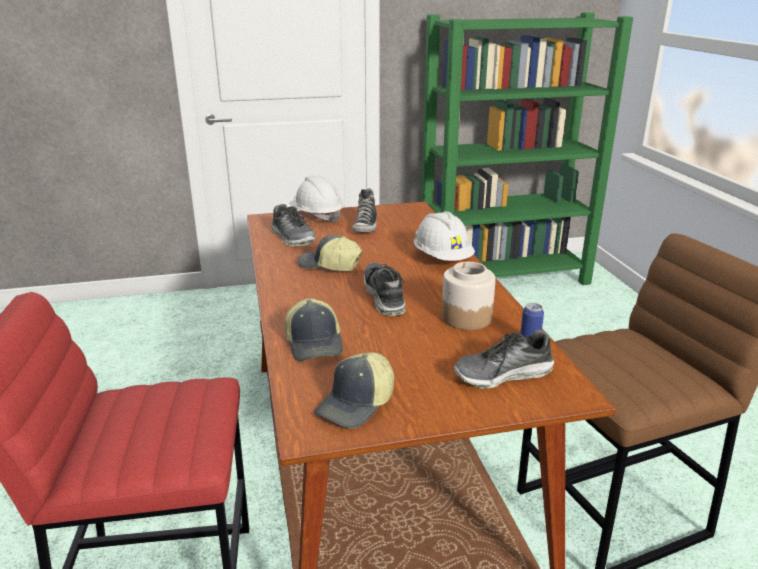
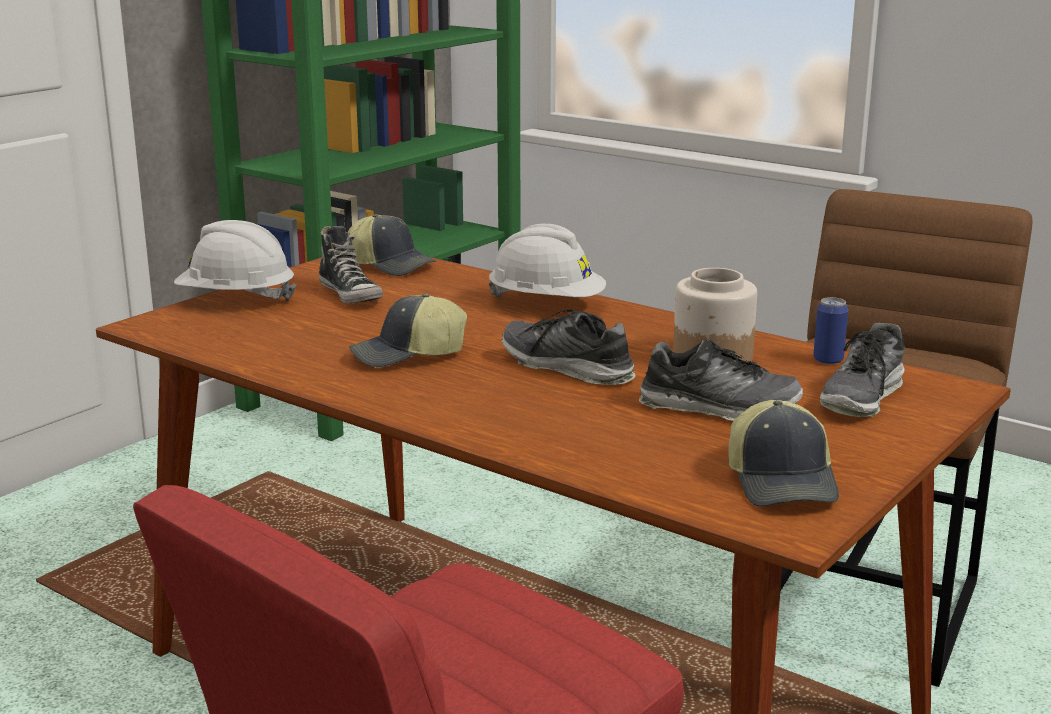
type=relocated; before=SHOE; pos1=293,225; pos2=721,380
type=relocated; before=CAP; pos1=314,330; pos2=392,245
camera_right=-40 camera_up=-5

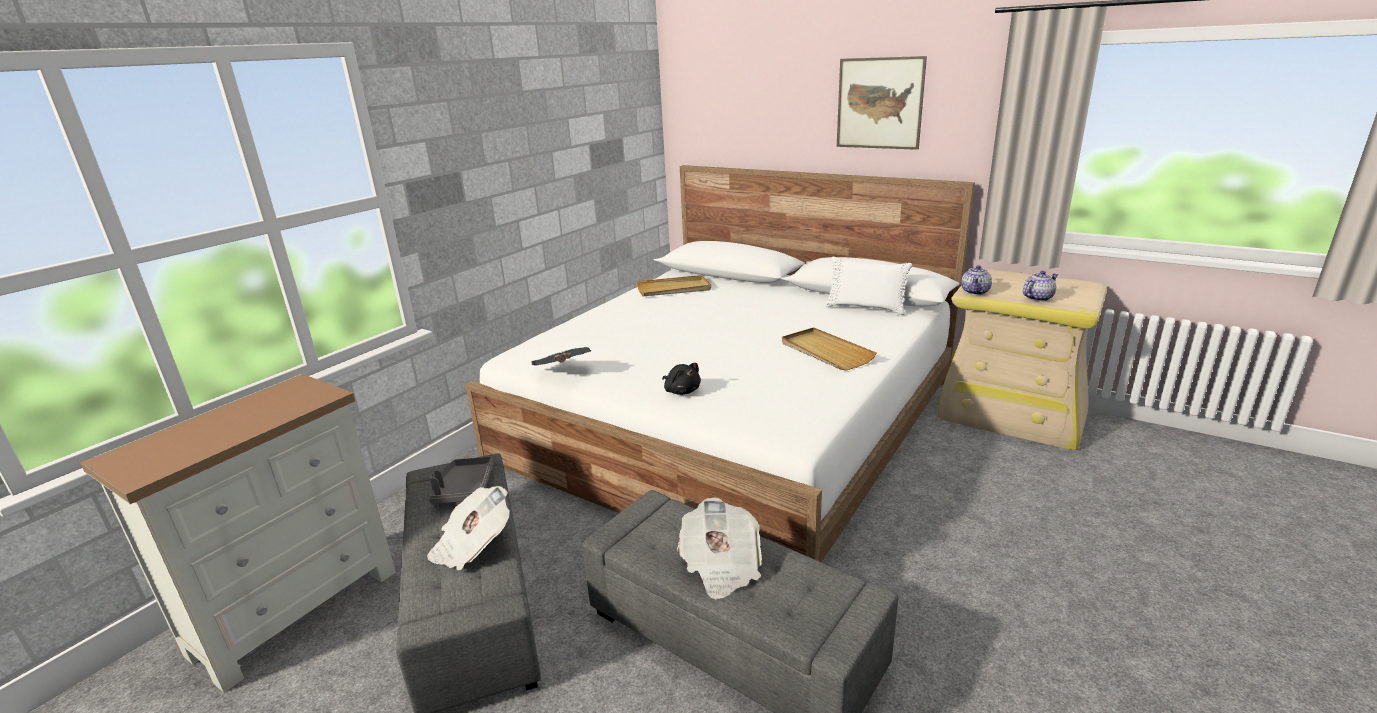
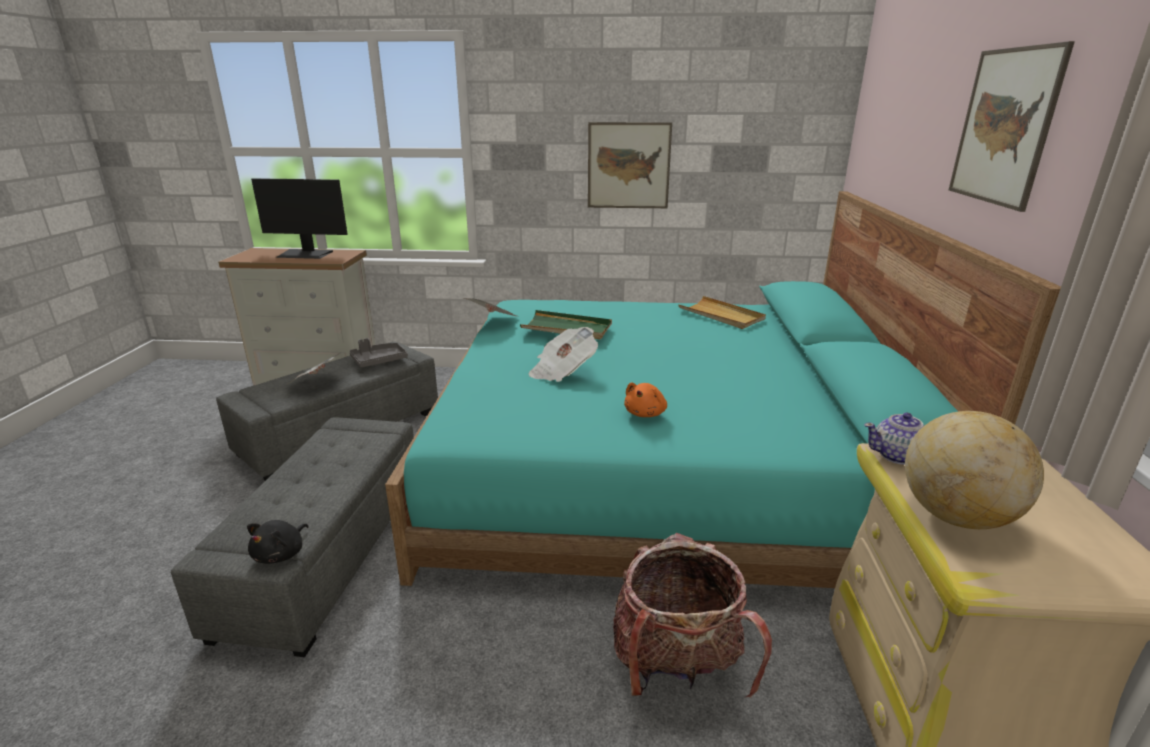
type=colour; before=WHITE BED; after=TURQUOISE BED; pos1=720,363; pos2=723,389
type=relocated; before=BLACK PLUSH TOY; pos1=681,379; pos2=277,542
type=relocated; before=NEWSPAPER; pos1=719,549; pos2=563,354
type=exchanged; before=BEIGE TRAY; after=ORANGE PLUSH TOY; pos1=829,348; pos2=645,399
type=missing; before=WHITE PILLOW; pos1=868,286
type=exchanged; before=TEAPOT; after=GLOBE; pos1=1040,286; pos2=974,470
type=appeared; after=MONITOR; pos2=299,218
type=appeared; after=GREEN TRAY; pos2=566,324
type=appeared; after=PICTURE; pos2=630,165
type=appeared; after=BACKPACK; pos2=692,615
camera_right=60 camera_up=0

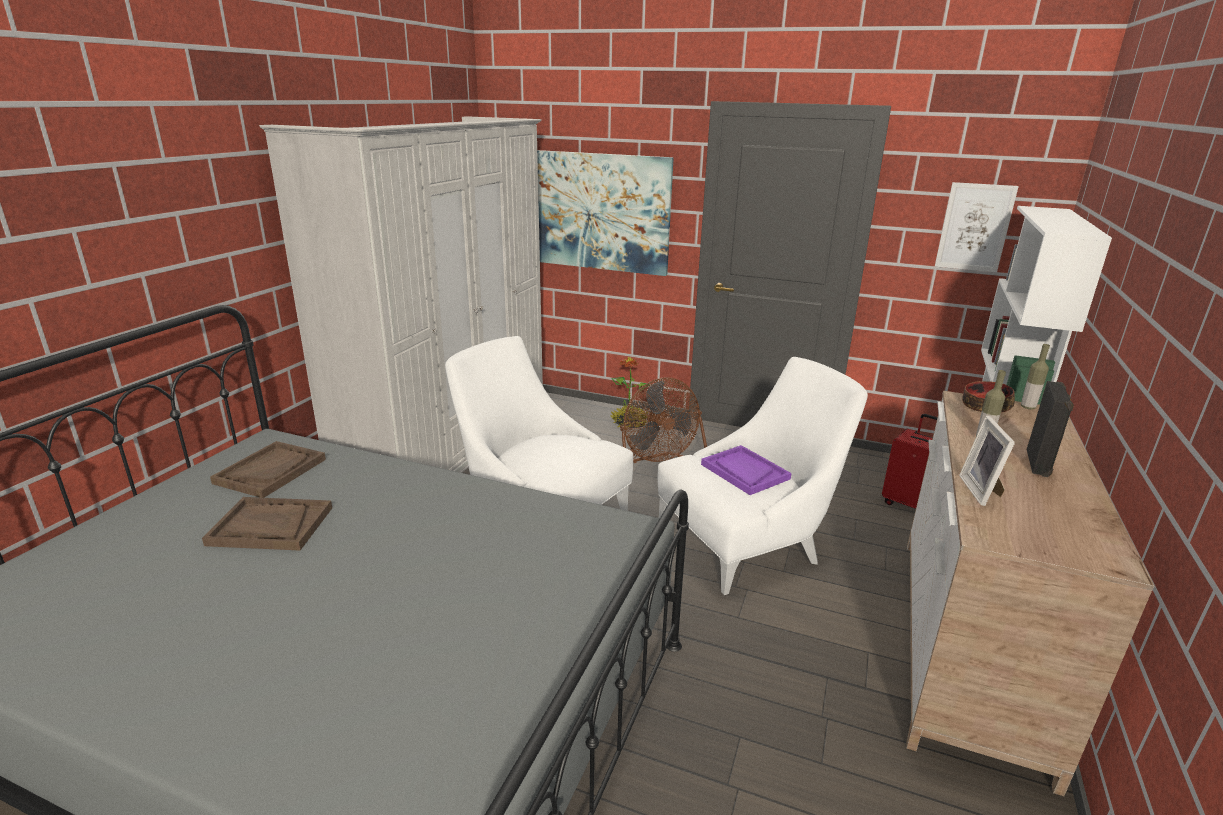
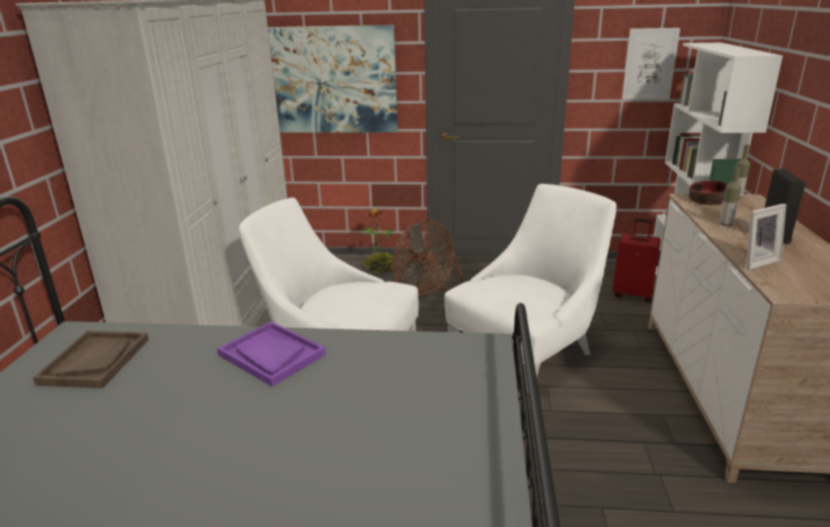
type=missing; before=BROWN TRAY; pos1=267,524
type=relocated; before=PURPLE TRAY; pos1=746,470; pos2=271,354
type=spun; before=PICTURE FRAME; pos1=987,461; pos2=766,237; turn=-105
camera_right=-15 camera_up=0

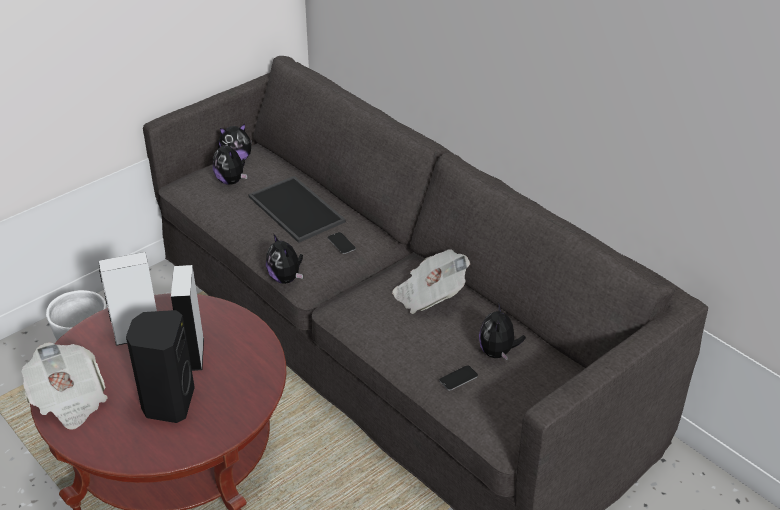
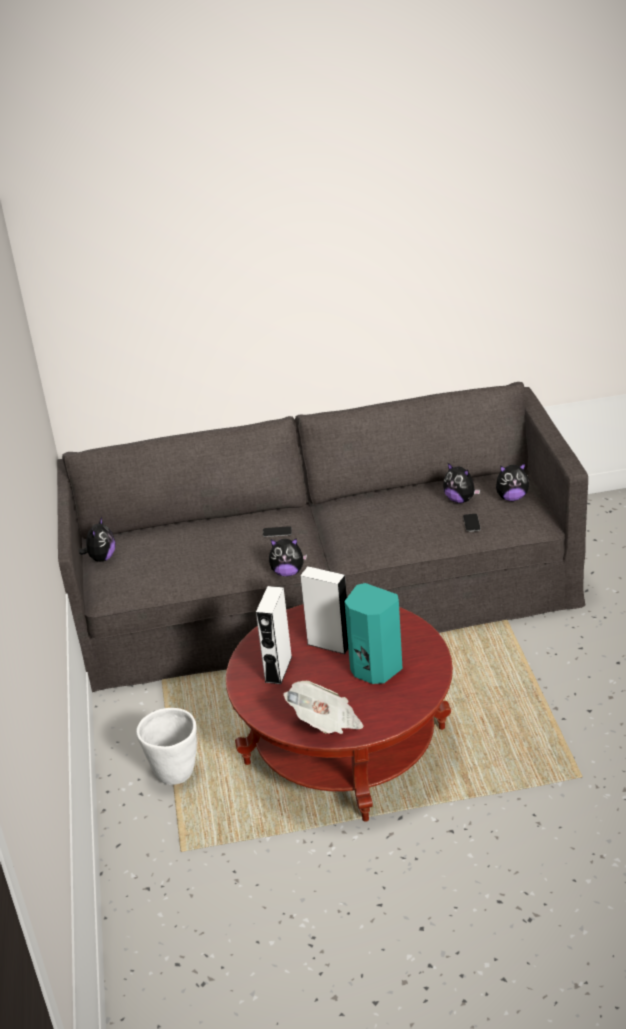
type=colour; before=BLACK SPEAKER; after=TURQUOISE SPEAKER; pos1=160,366; pos2=373,633
type=relocated; before=PLUSH TOY; pos1=230,162; pos2=512,482
type=missing; before=TRAY; pos1=297,209
type=missing; before=NEWSPAPER; pos1=431,281
camera_right=-55 camera_up=-5

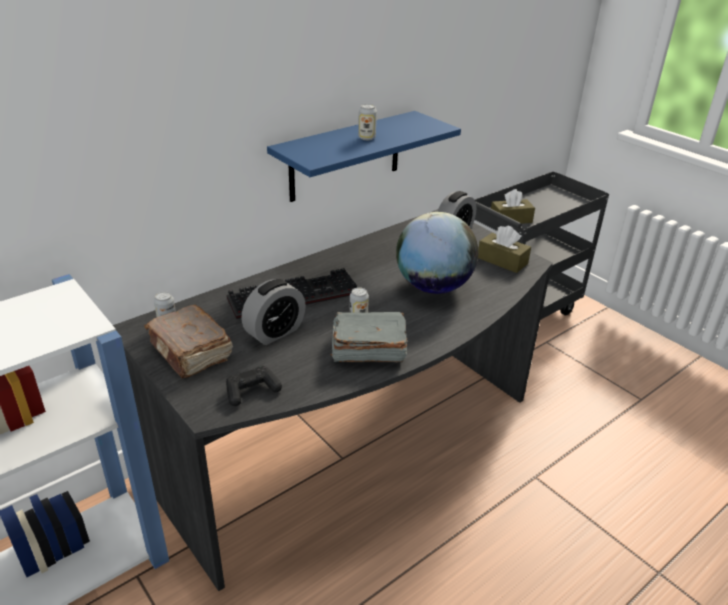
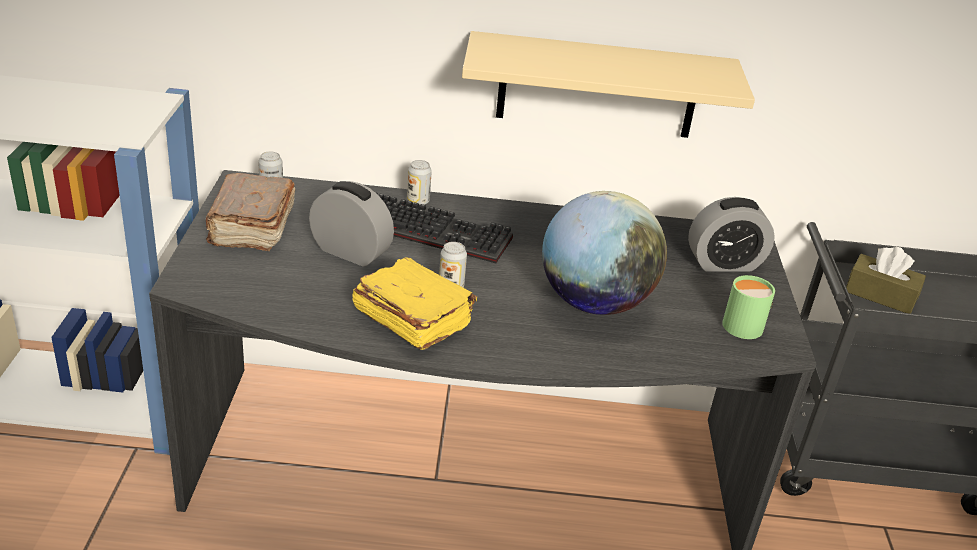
type=missing; before=BLACK GAME CONTROLLER; pos1=254,386
type=spun; before=ALARM CLOCK; pos1=273,312; pos2=351,224; turn=-150
type=colour; before=BLUE SHELF; after=BEIGE SHELF; pos1=364,156; pos2=608,84
type=colour; before=GREY BOOK; after=YELLOW BOOK; pos1=369,337; pos2=414,303
type=relocated; before=CAN; pos1=367,122; pos2=419,182
type=exchanged; before=BROWN TISSUE BOX; after=GREEN MUG; pos1=504,249; pos2=748,307
camera_right=40 camera_up=0

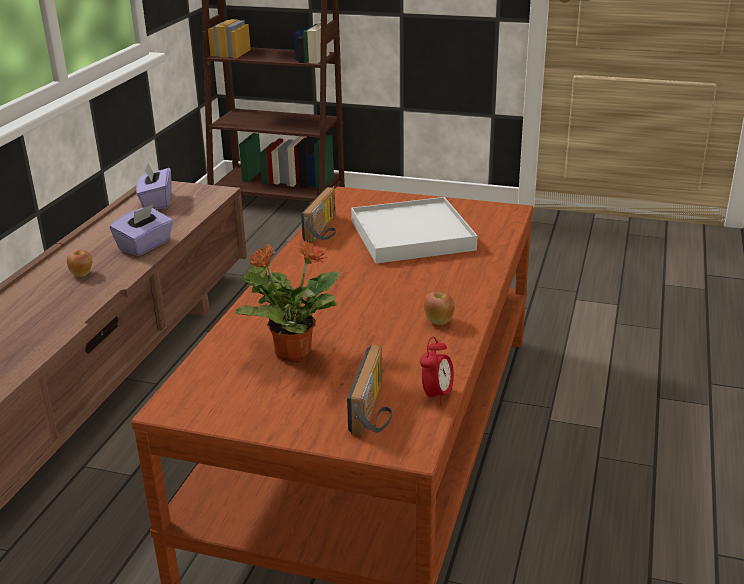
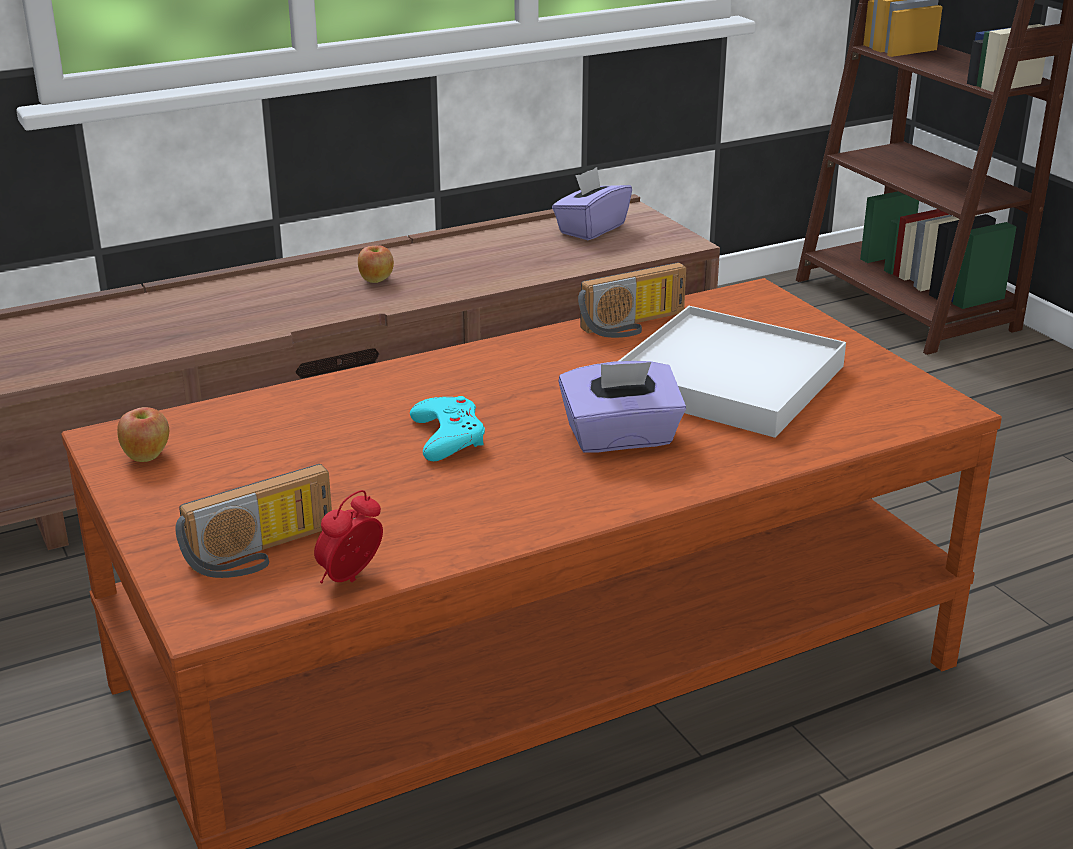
type=relocated; before=PURPLE TISSUE BOX; pos1=141,230; pos2=622,407
type=missing; before=POTTED PLANT; pos1=288,301
type=spun; before=ALARM CLOCK; pos1=437,370; pos2=348,536; turn=150
type=relocated; before=APPLE; pos1=439,308; pos2=143,434
type=appeared; after=TURQUOISE GAME CONTROLLER; pos2=447,428
camera_right=45 camera_up=0

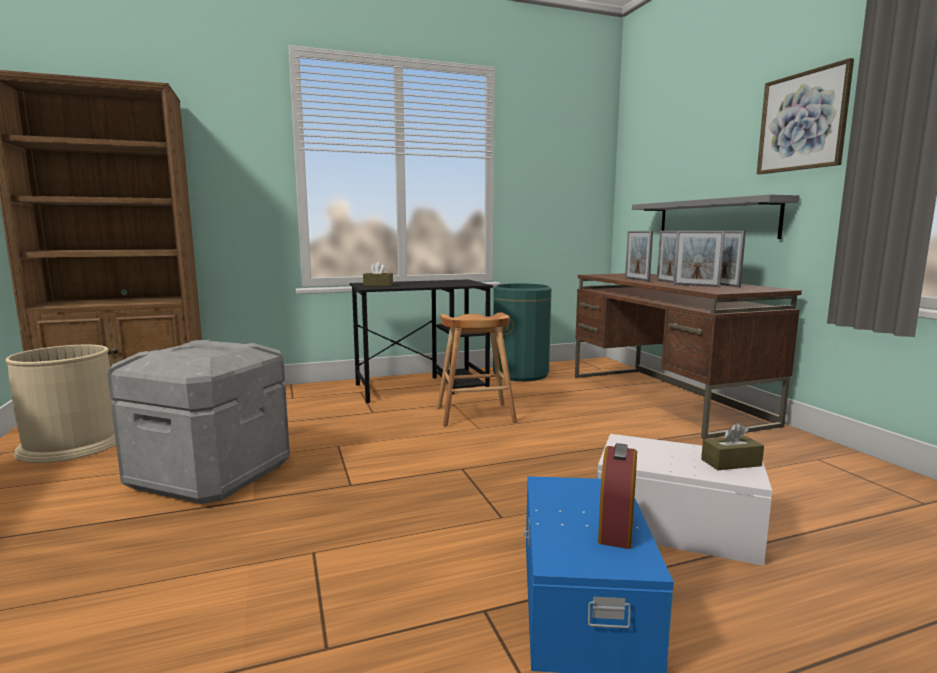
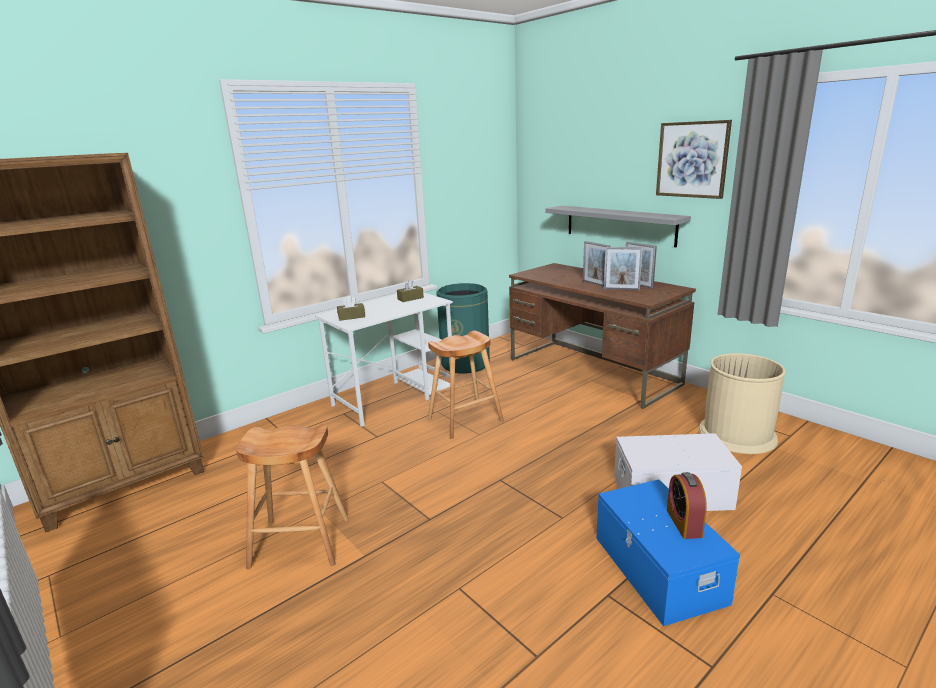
type=relocated; before=BEIGE TRASH CAN; pos1=60,404; pos2=742,403
type=exchanged; before=GREY STORAGE BOX; after=BROWN STOOL; pos1=198,421; pos2=292,496
type=colour; before=BLACK DESK; after=WHITE DESK; pos1=421,341; pos2=384,359
type=missing; before=PICTURE FRAME; pos1=639,256
type=relocated; before=BROWN TISSUE BOX; pos1=732,446; pos2=410,290
camera_right=-20 camera_up=10

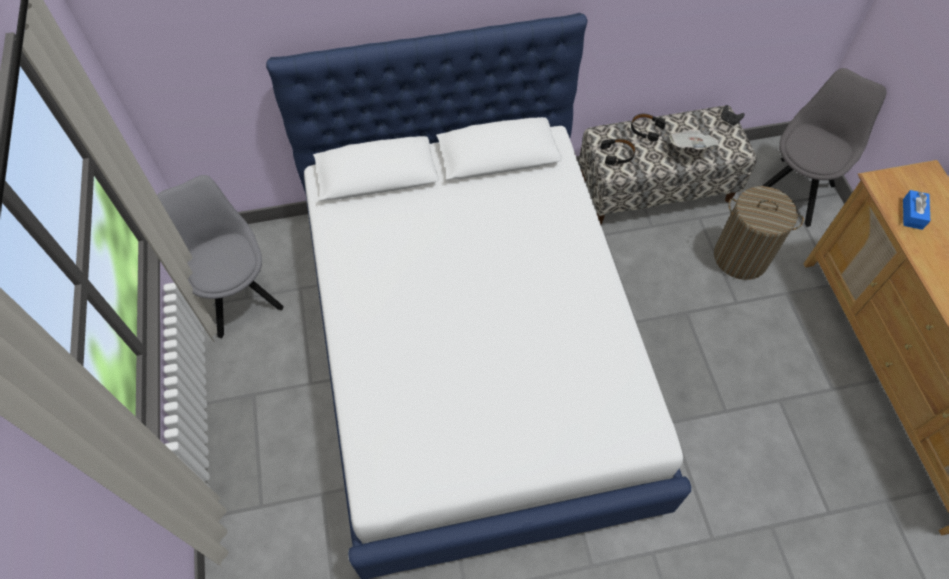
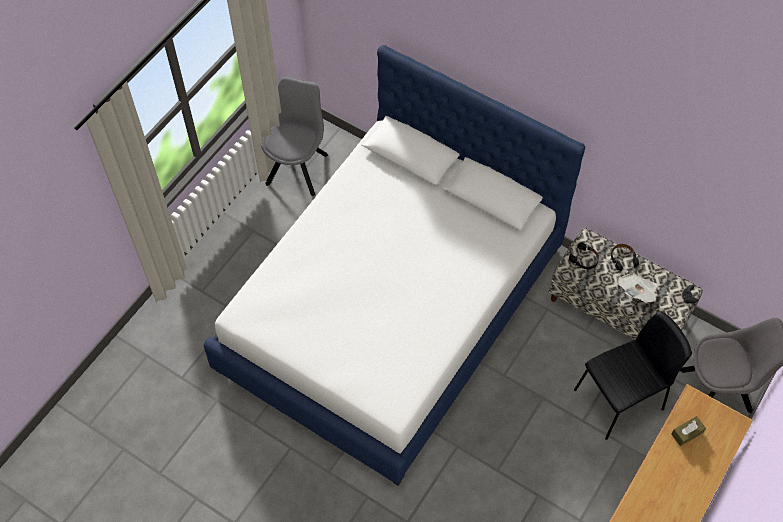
type=exchanged; before=LAUNDRY BASKET; after=BLACK CHAIR; pos1=759,233; pos2=633,375
type=colour; before=BLUE TISSUE BOX; after=BROWN TISSUE BOX; pos1=916,210; pos2=688,431
camera_right=45 camera_up=0

